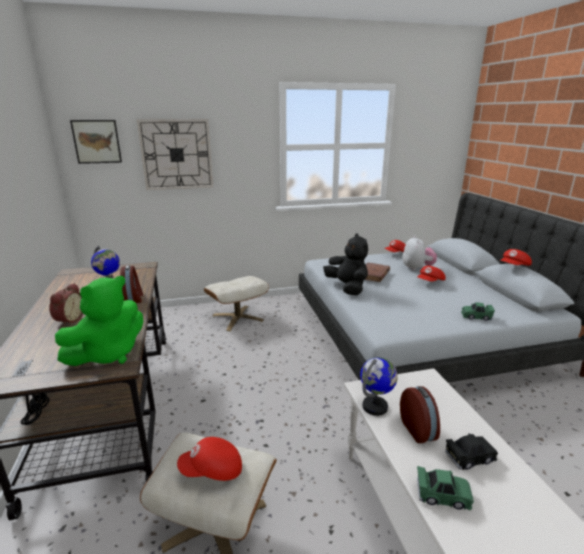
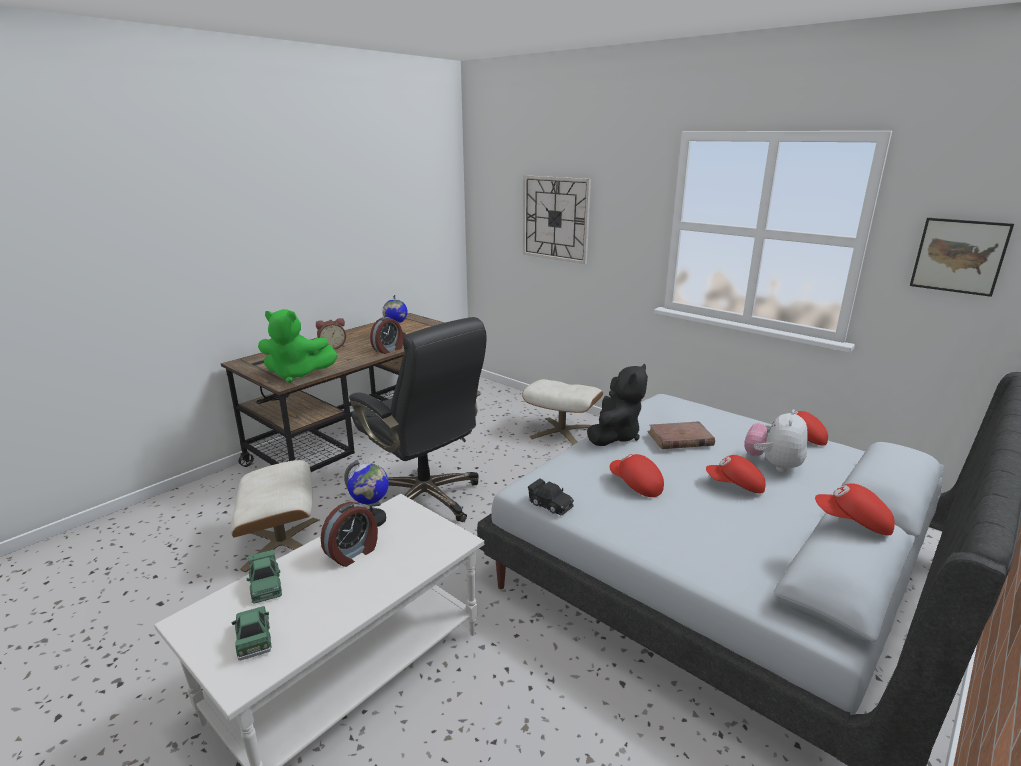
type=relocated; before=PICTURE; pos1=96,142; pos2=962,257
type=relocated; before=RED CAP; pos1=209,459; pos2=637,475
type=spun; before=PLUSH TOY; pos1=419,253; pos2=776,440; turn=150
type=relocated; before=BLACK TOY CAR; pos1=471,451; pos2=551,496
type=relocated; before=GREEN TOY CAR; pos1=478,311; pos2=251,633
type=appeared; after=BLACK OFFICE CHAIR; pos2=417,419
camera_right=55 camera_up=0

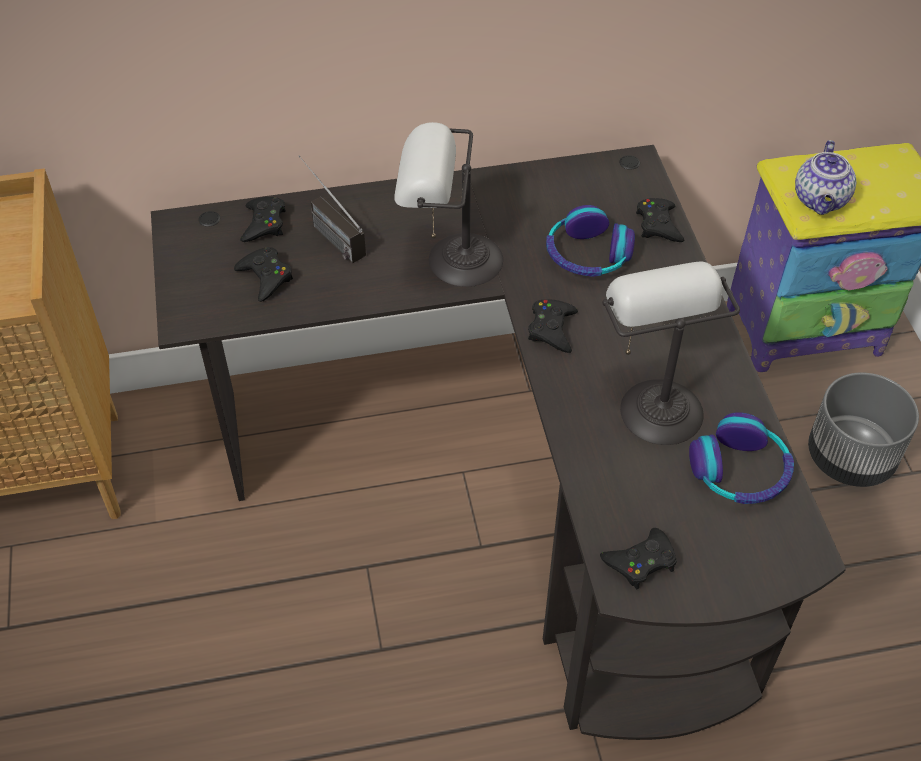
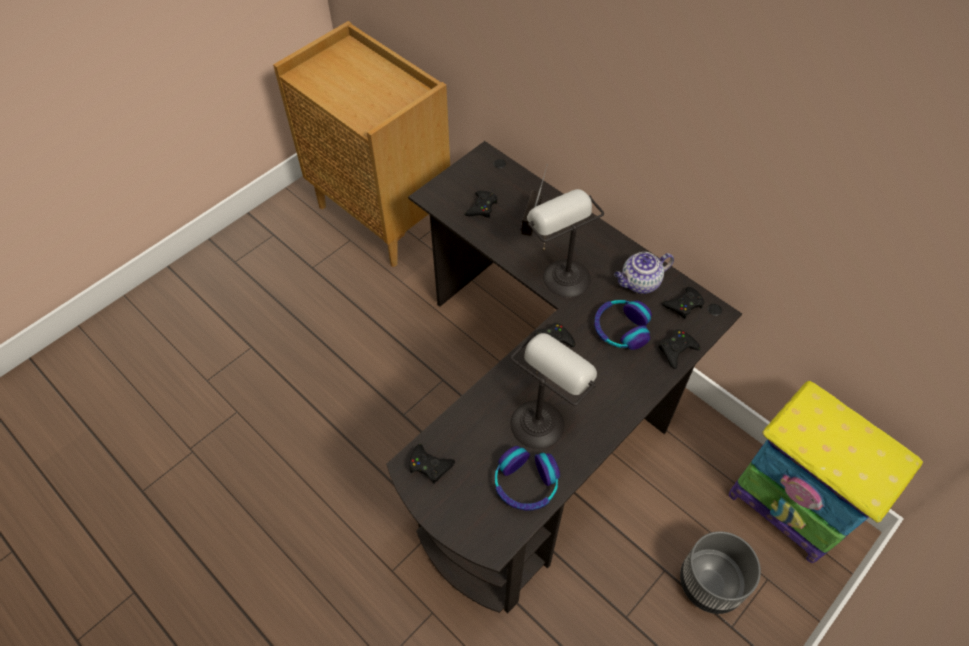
type=relocated; before=BLACK GAME CONTROLLER; pos1=263,219; pos2=683,303
type=relocated; before=TEAPOT; pos1=825,177; pos2=644,273
camera_right=55 camera_up=5

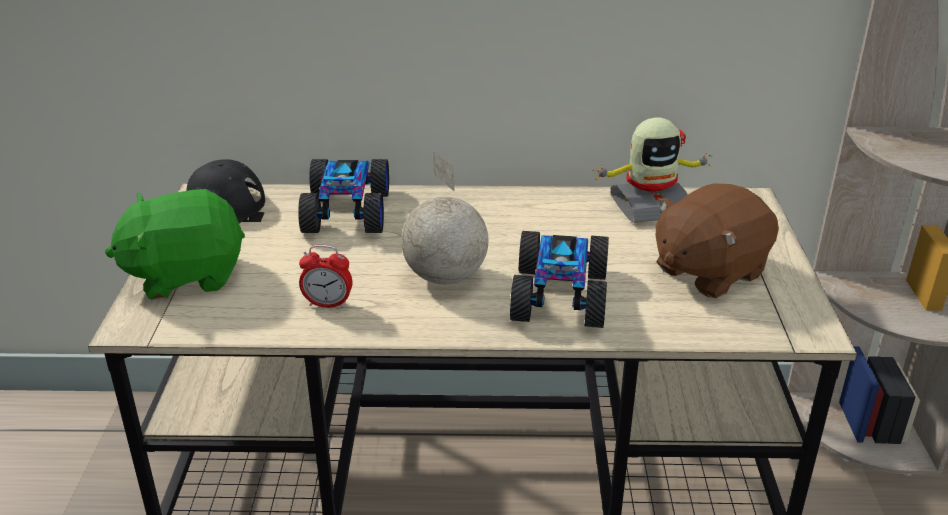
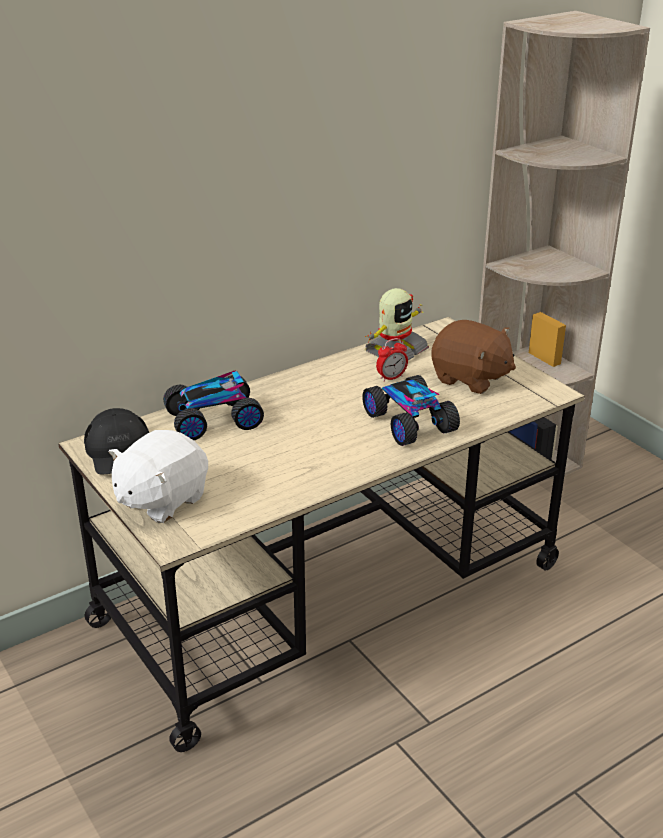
type=colour; before=GREEN PLUSH TOY; after=WHITE PLUSH TOY; pos1=175,244; pos2=158,476
type=spun; before=TOY CAR; pos1=343,196; pos2=213,405; turn=-75
type=relocated; before=ALARM CLOCK; pos1=326,276; pos2=392,360
type=missing; before=GLOBE; pos1=444,217
type=spun; before=BROWN PLUSH TOY; pos1=717,240; pos2=473,357; turn=-75
camera_right=-35 camera_up=0

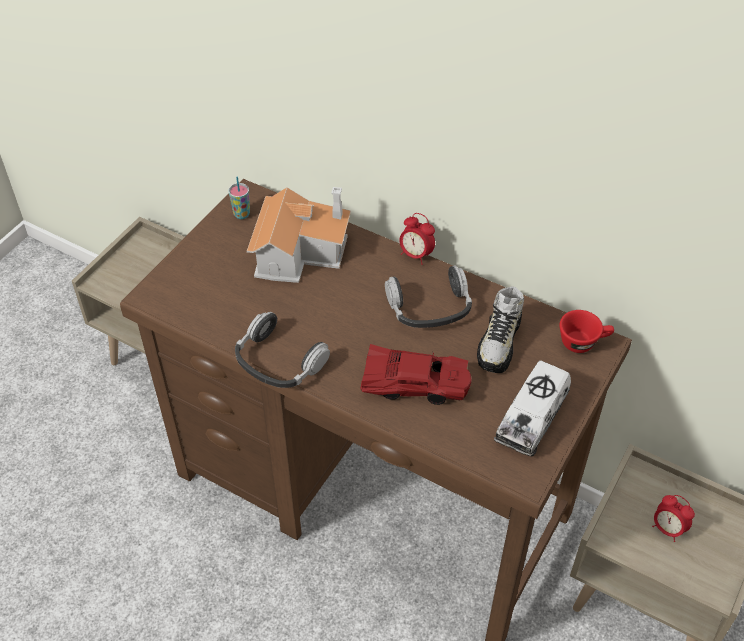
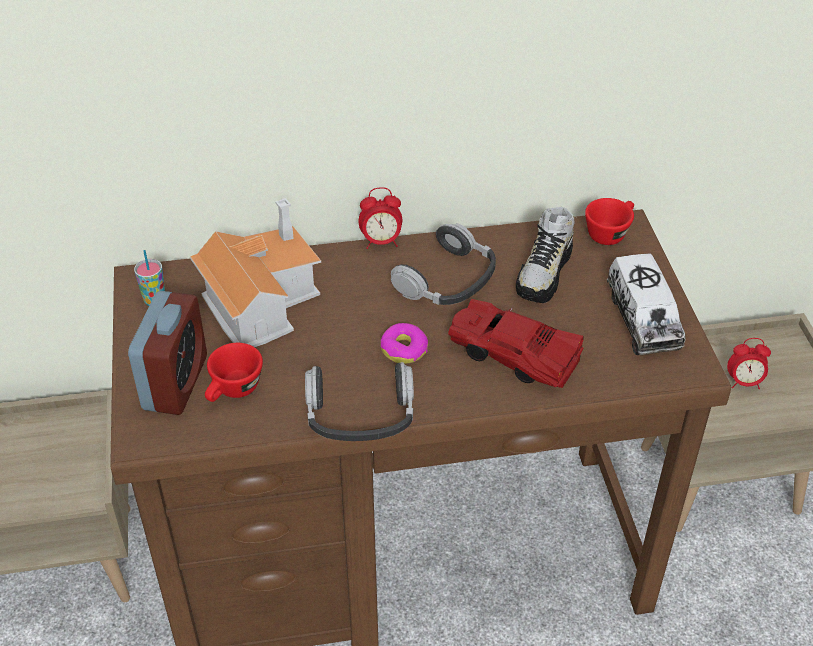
type=spun; before=RED TOY CAR; pos1=415,374; pos2=516,343; turn=-120
type=spun; before=SHOE; pos1=500,329; pos2=545,255; turn=45
type=appeared; after=ALARM CLOCK; pos2=167,353
type=appeared; after=RED CUP; pos2=234,372
type=appeared; after=DONUT; pos2=404,343
camera_right=-40 camera_up=-5

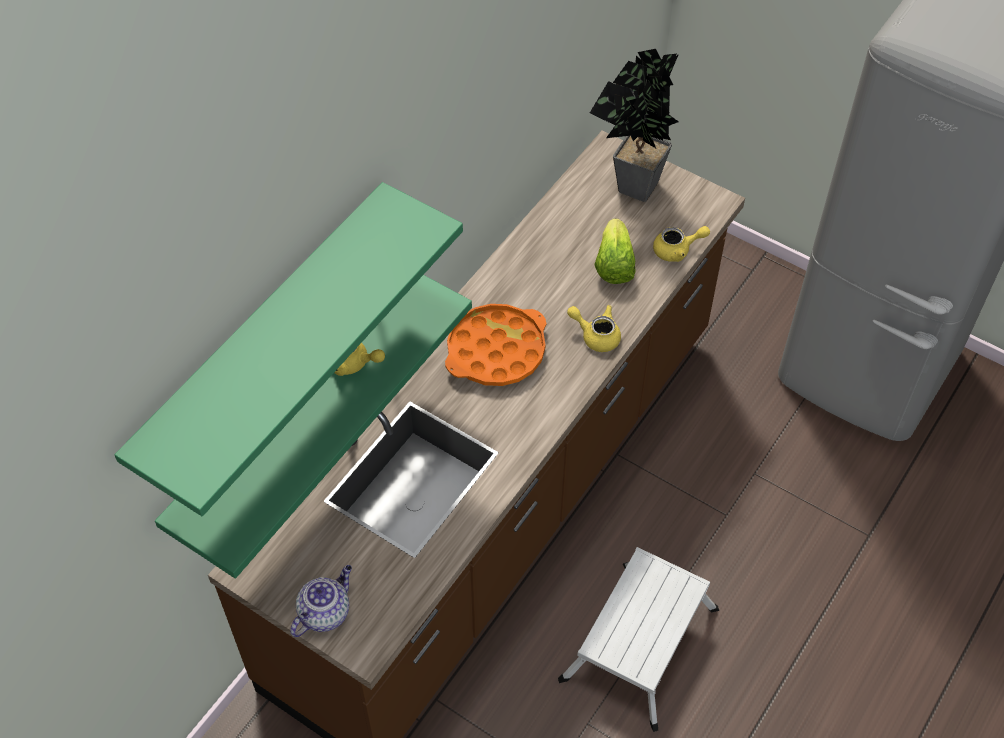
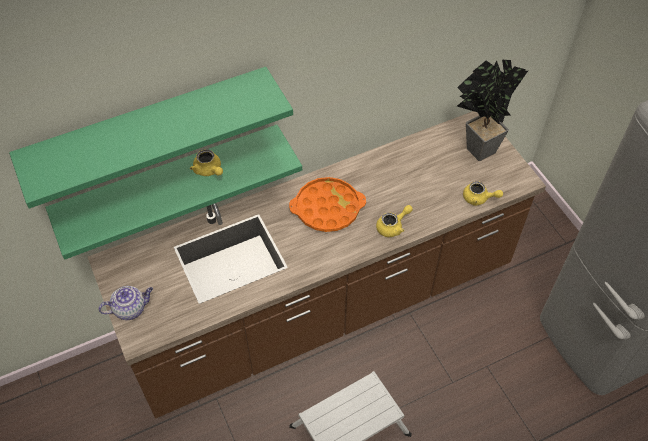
type=spun; before=YELLOW TEAPOT; pos1=594,328; pos2=394,221; turn=90
type=missing; before=LETTUCE; pos1=615,251
camera_right=30 camera_up=0

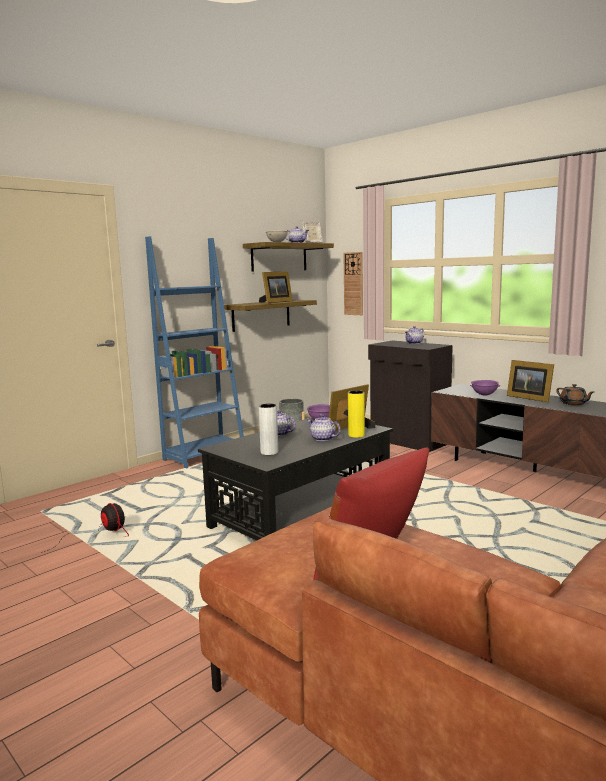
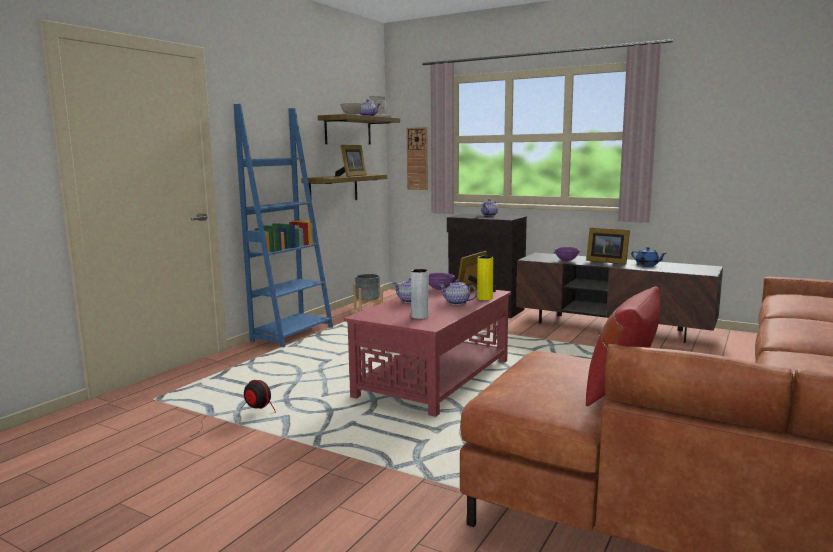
type=colour; before=BLACK COFFEE TABLE; after=RED COFFEE TABLE; pos1=295,479; pos2=427,351
type=colour; before=BROWN TEAPOT; after=BLUE TEAPOT; pos1=574,394; pos2=648,256
camera_right=-15 camera_up=0

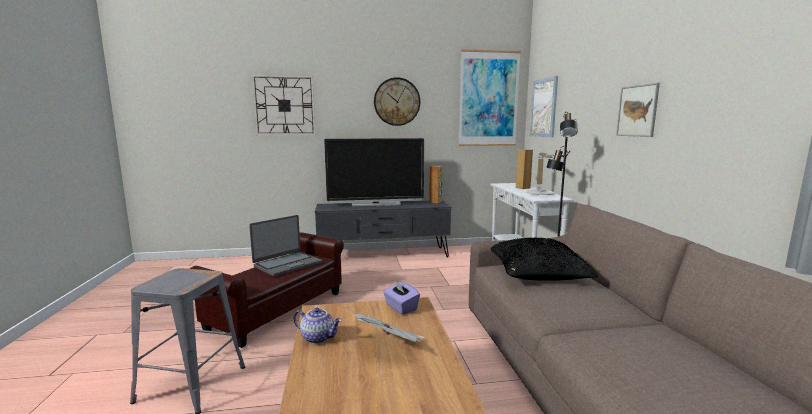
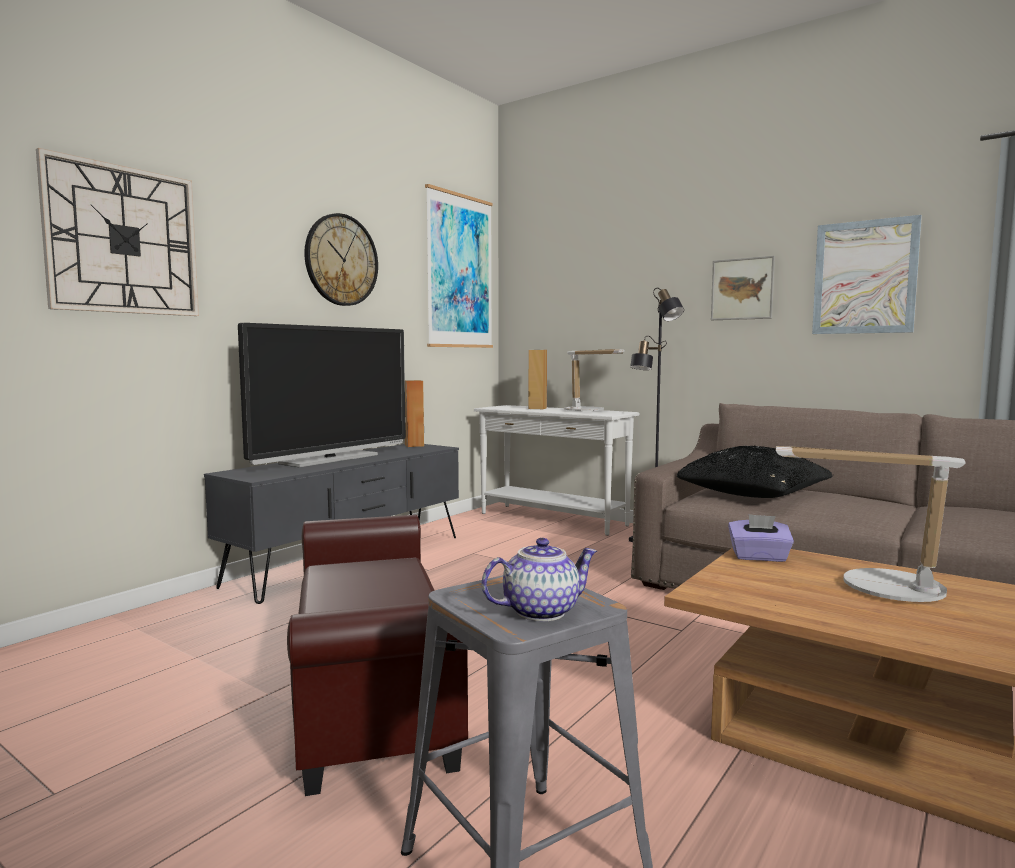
type=missing; before=LAPTOP; pos1=285,246
type=relocated; before=TEAPOT; pos1=317,326; pos2=539,579
type=exchanged; before=NEWSPAPER; after=TABLE LAMP; pos1=389,328; pos2=871,524
type=relocated; before=PICTURE; pos1=544,106; pos2=867,274
camera_right=-45 camera_up=-5

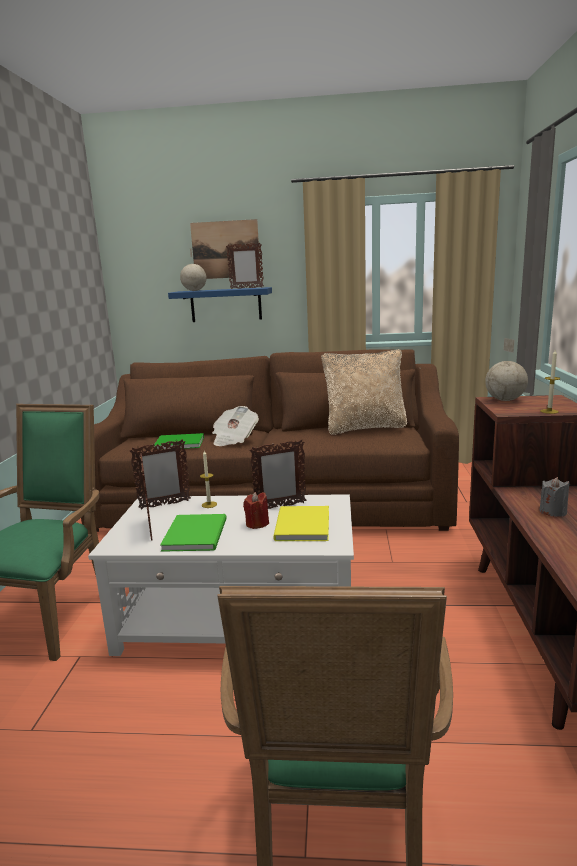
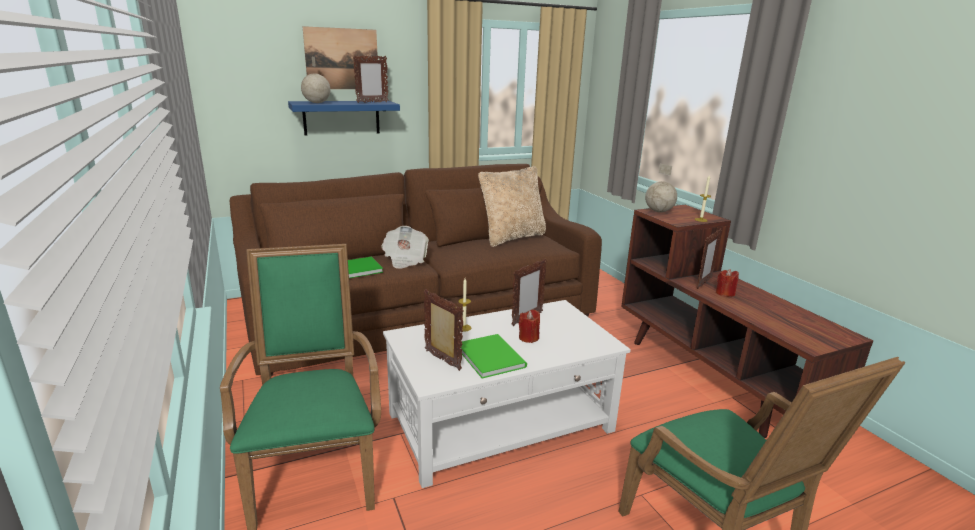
type=relocated; before=PICTURE FRAME; pos1=160,474; pos2=709,258
type=missing; before=YELLOW BOOK; pos1=301,523
type=colour; before=GREY CANDLE; after=RED CANDLE; pos1=555,497; pos2=727,283
camera_right=-30 camera_up=5

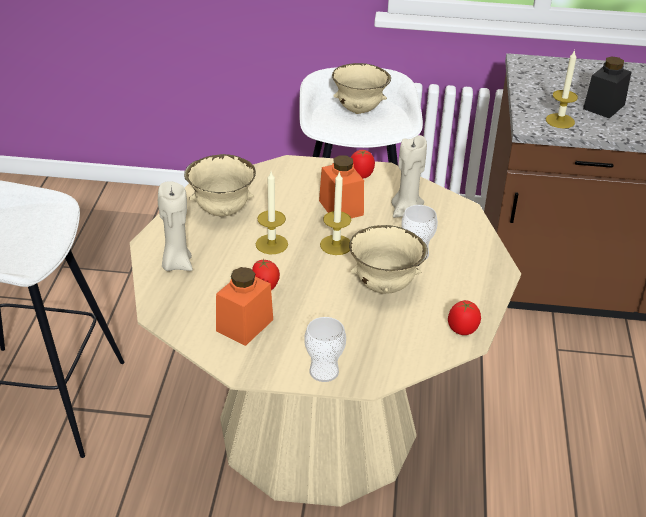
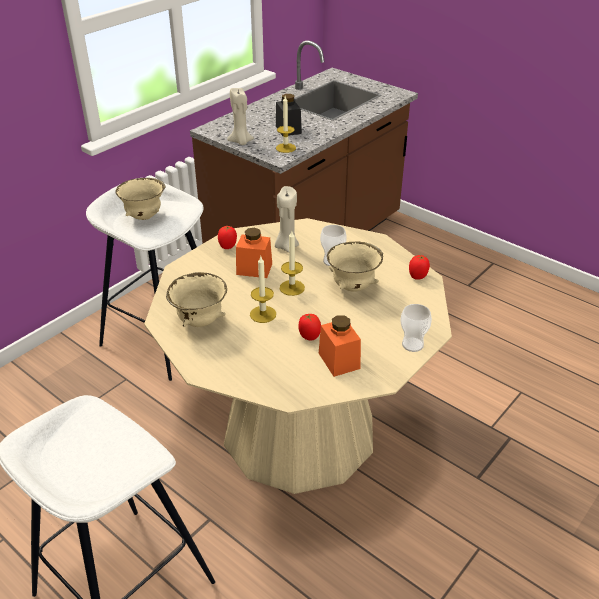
type=relocated; before=BEIGE CANDLE; pos1=175,226; pos2=240,116
camera_right=-55 camera_up=0

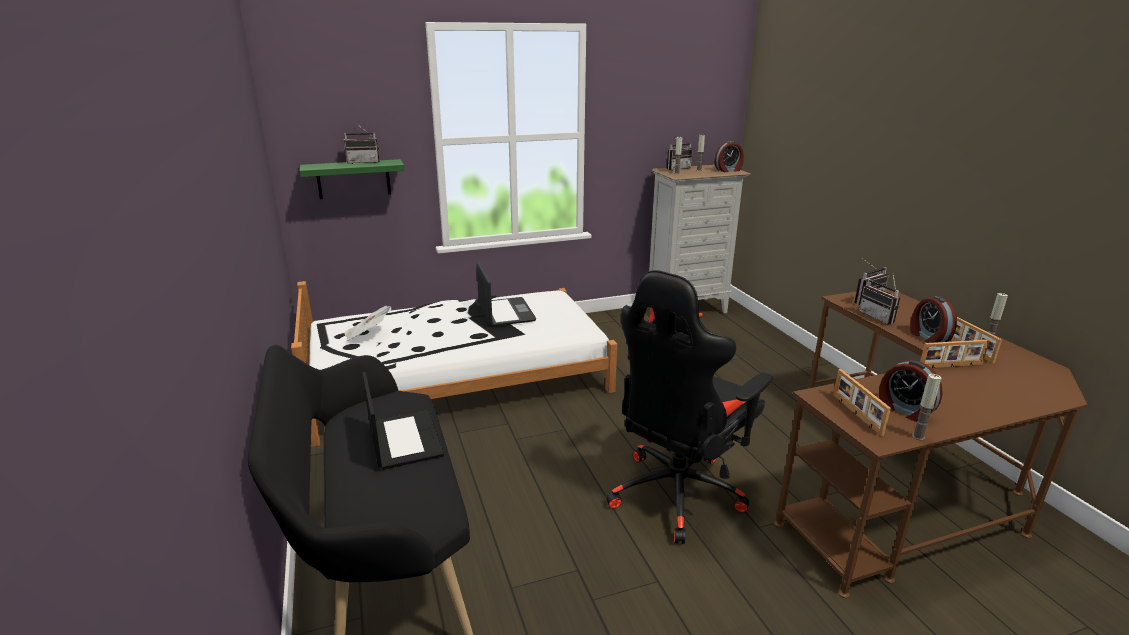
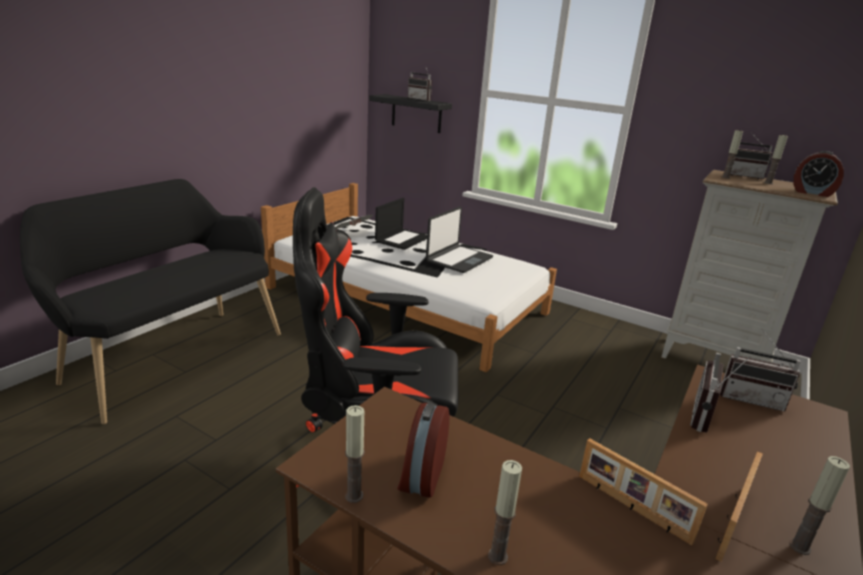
type=colour; before=GREEN SHELF; after=BLACK SHELF; pos1=352,179; pos2=410,113
type=relocated; before=LAPTOP; pos1=403,421; pos2=401,224
type=missing; before=PICTURE FRAME; pos1=862,402
type=missing; before=ALARM CLOCK; pos1=933,319
type=appeared; after=CANDLE; pos2=505,512
camera_right=50 camera_up=0

